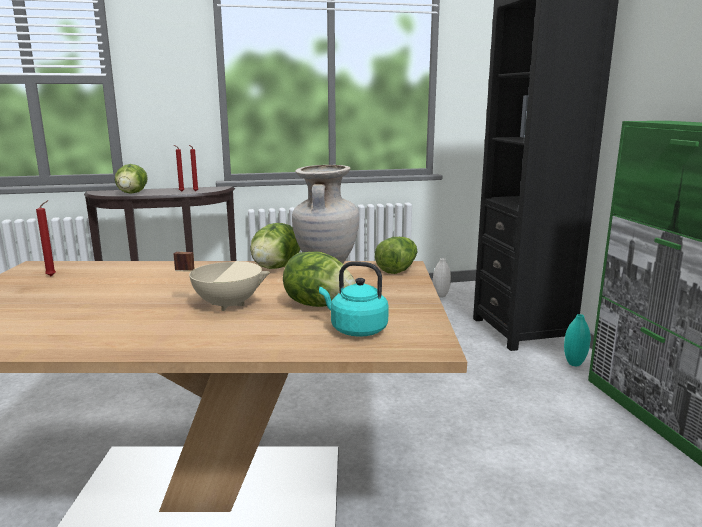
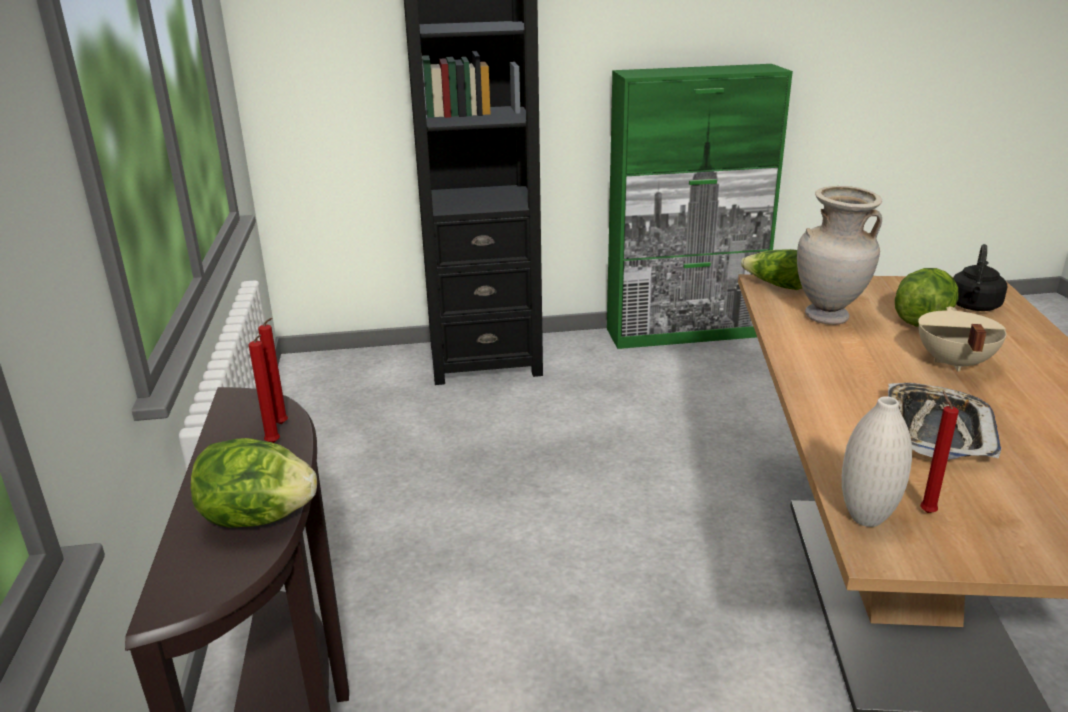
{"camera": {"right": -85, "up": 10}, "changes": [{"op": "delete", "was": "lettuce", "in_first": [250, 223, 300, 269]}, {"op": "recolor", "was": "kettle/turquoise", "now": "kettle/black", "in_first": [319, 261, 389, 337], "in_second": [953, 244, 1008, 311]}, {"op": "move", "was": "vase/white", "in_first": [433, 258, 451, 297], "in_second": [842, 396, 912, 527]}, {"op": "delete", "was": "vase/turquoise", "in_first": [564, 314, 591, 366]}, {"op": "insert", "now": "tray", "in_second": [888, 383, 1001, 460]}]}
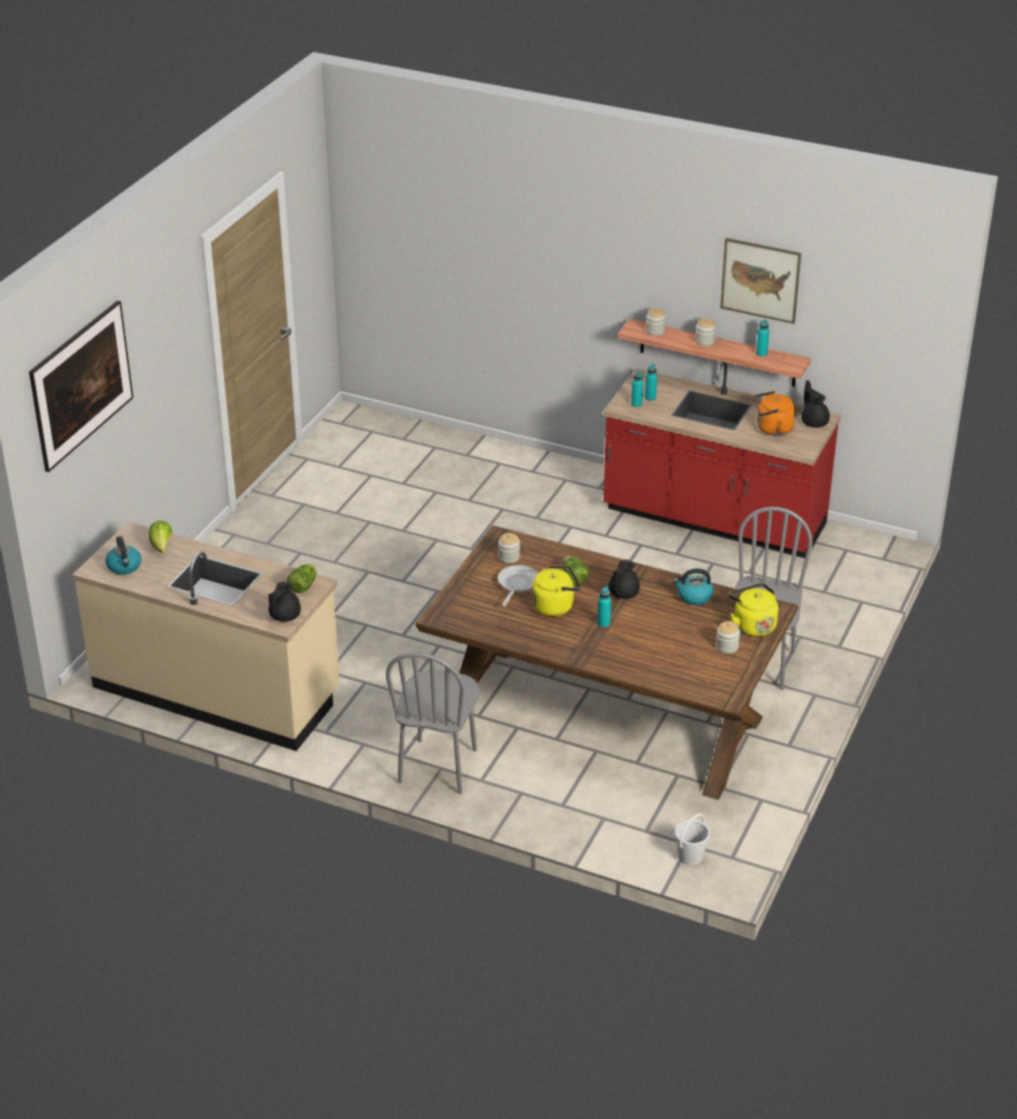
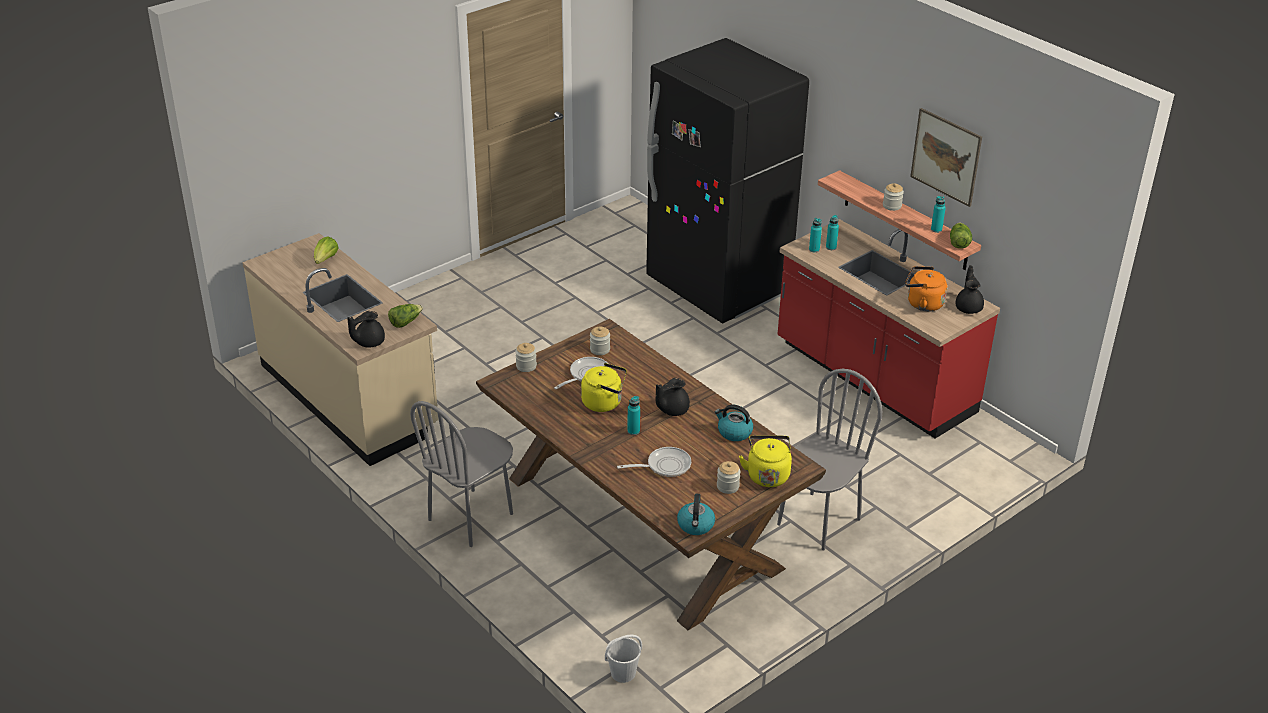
{"camera": {"right": 25, "up": 0}, "changes": [{"op": "delete", "was": "picture", "in_first": [29, 300, 133, 472]}, {"op": "move", "was": "kettle", "in_first": [105, 536, 141, 575], "in_second": [677, 494, 715, 535]}, {"op": "move", "was": "lettuce", "in_first": [562, 556, 589, 586], "in_second": [950, 222, 972, 249]}, {"op": "move", "was": "jar", "in_first": [646, 308, 666, 336], "in_second": [515, 343, 537, 372]}, {"op": "insert", "now": "frying pan", "in_second": [617, 447, 691, 477]}, {"op": "insert", "now": "fridge/black", "in_second": [646, 38, 809, 324]}]}
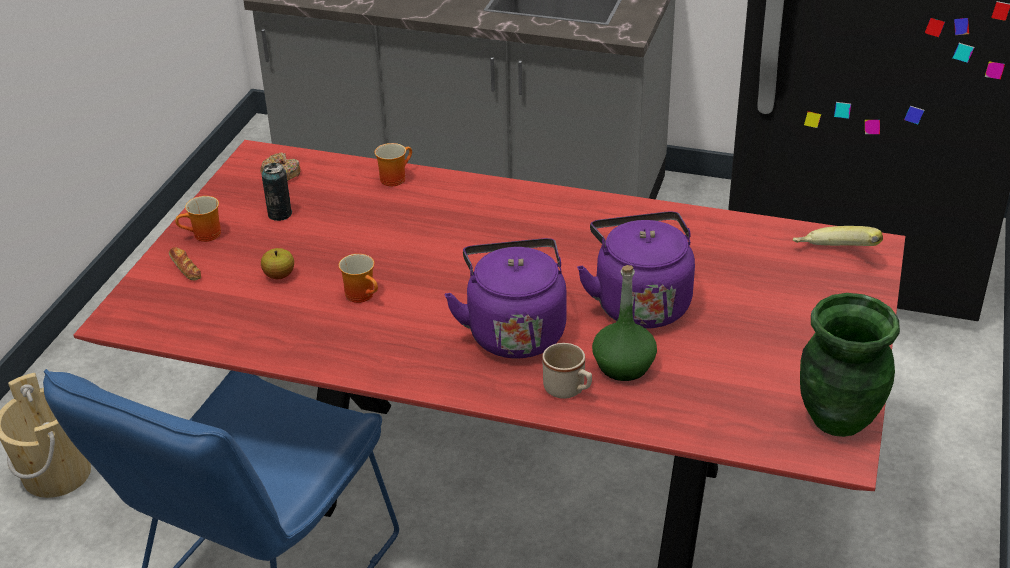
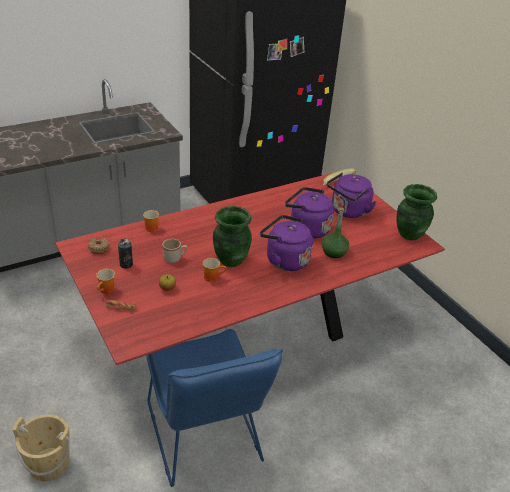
{"camera": {"right": -50, "up": 0}, "changes": [{"op": "move", "was": "mug/beige", "in_first": [542, 343, 592, 399], "in_second": [162, 239, 187, 263]}, {"op": "insert", "now": "vase/green", "in_second": [213, 206, 252, 267]}, {"op": "insert", "now": "kettle/purple", "in_second": [327, 172, 376, 218]}]}
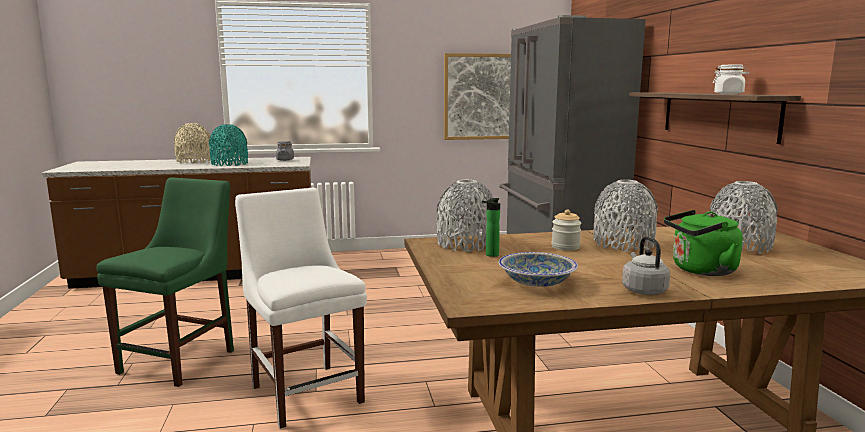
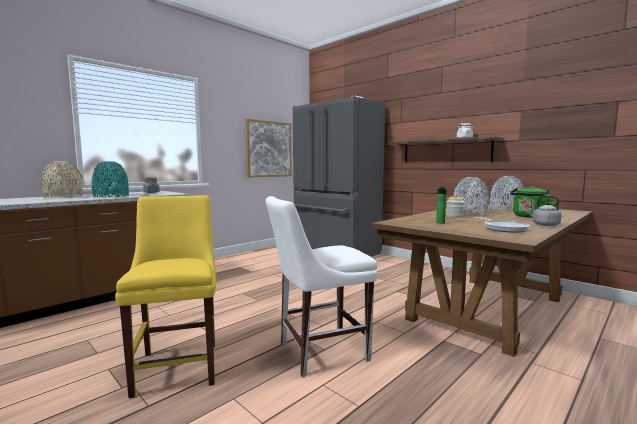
{"camera": {"right": -35, "up": -5}, "changes": [{"op": "recolor", "was": "chair/green", "now": "chair/yellow", "in_first": [96, 177, 234, 387], "in_second": [115, 195, 216, 398]}, {"op": "rotate", "was": "chair/white", "in_first": [235, 188, 367, 429], "in_second": [266, 196, 378, 377], "clockwise": -45}, {"op": "delete", "was": "vase/grey", "in_first": [436, 180, 493, 252]}, {"op": "replace", "was": "bowl", "now": "frying pan", "in_first": [499, 252, 578, 287], "in_second": [475, 217, 530, 233]}]}
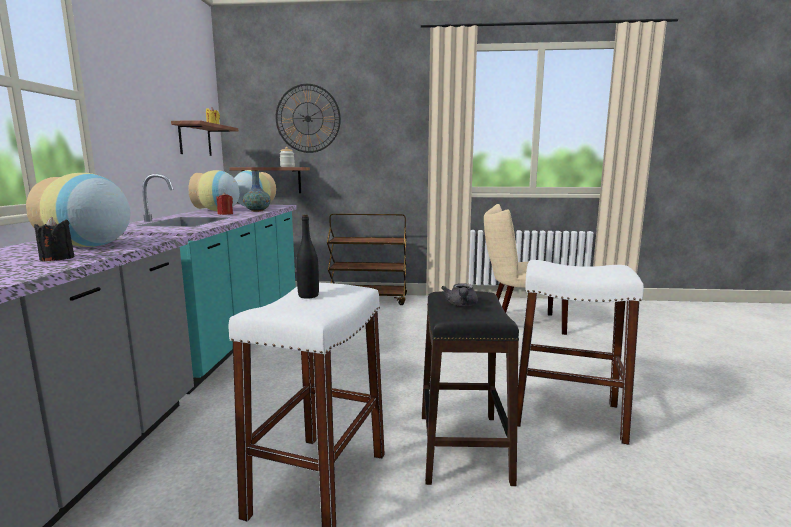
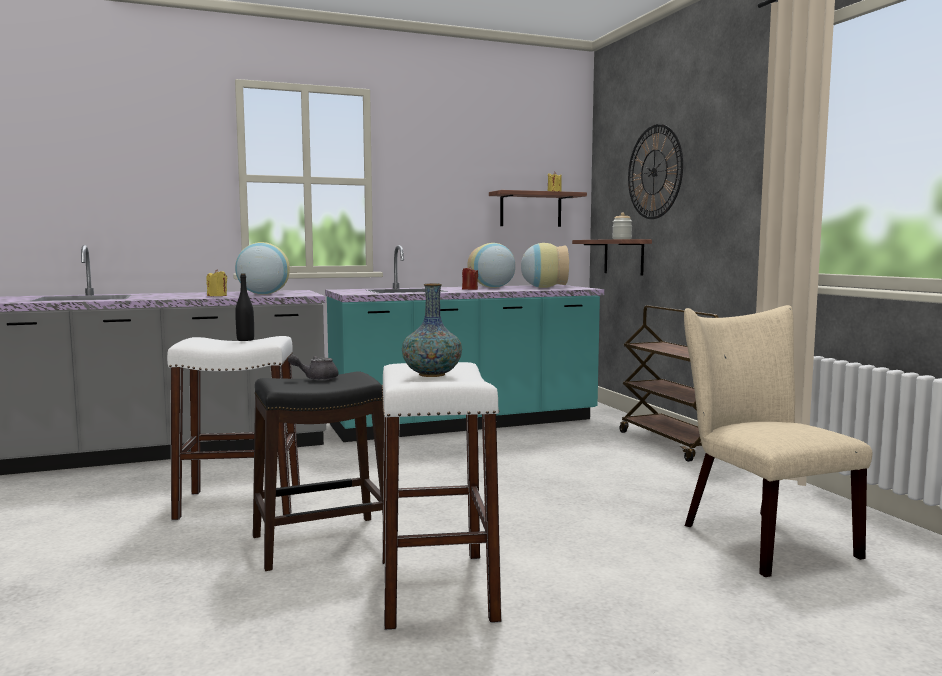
{"camera": {"right": 65, "up": -5}, "changes": [{"op": "recolor", "was": "candle/black", "now": "candle/yellow", "in_first": [34, 217, 75, 261], "in_second": [206, 269, 227, 296]}, {"op": "move", "was": "vase", "in_first": [243, 170, 271, 212], "in_second": [402, 284, 462, 377]}]}
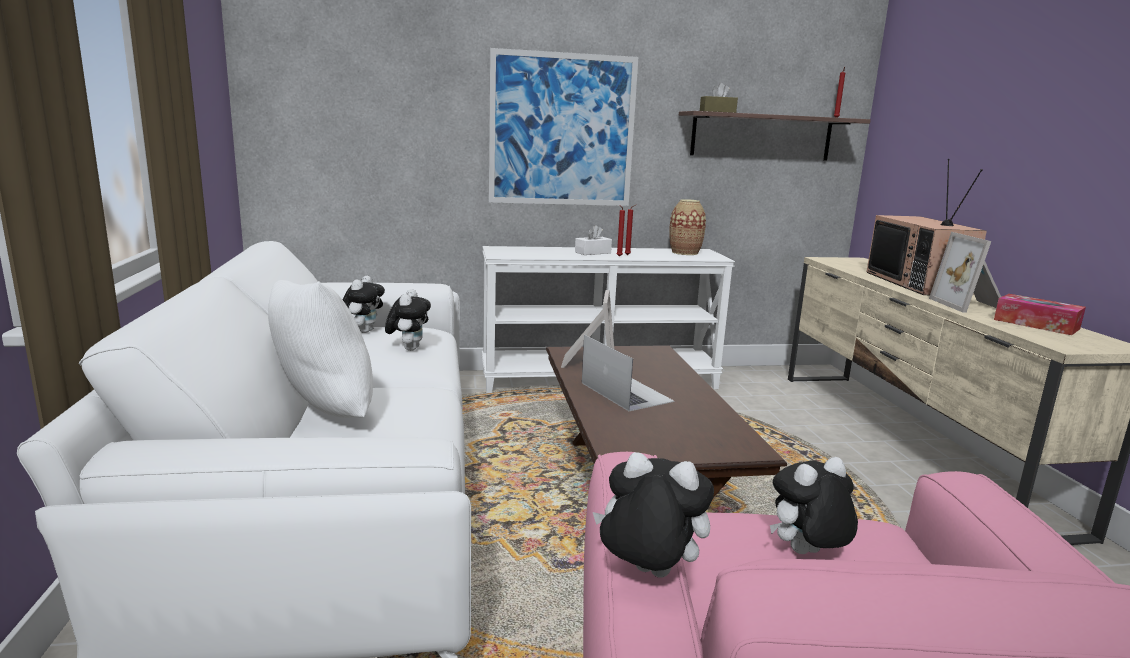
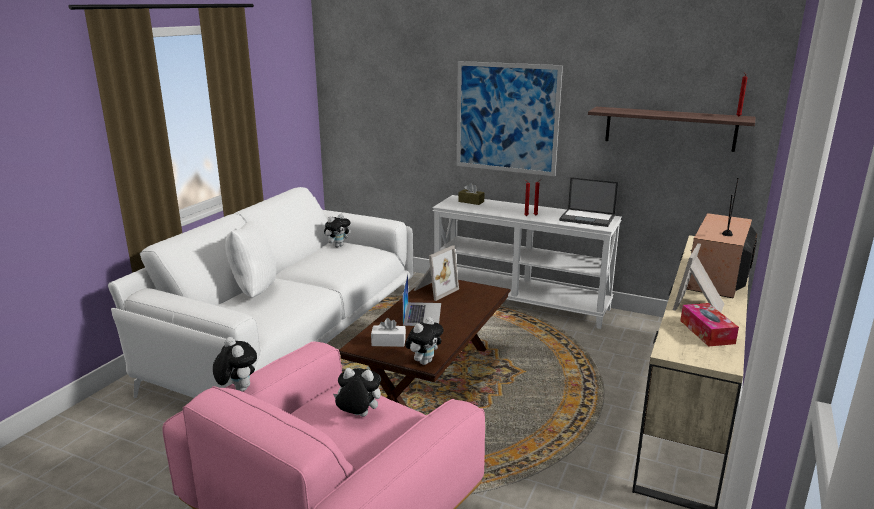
{"camera": {"right": 35, "up": 5}, "changes": [{"op": "move", "was": "plush toy", "in_first": [385, 289, 431, 351], "in_second": [405, 317, 444, 365]}, {"op": "move", "was": "tissue box/white", "in_first": [575, 225, 612, 255], "in_second": [371, 318, 406, 347]}, {"op": "replace", "was": "vase", "now": "laptop", "in_first": [669, 199, 706, 255], "in_second": [559, 177, 618, 227]}, {"op": "move", "was": "tissue box/brown", "in_first": [700, 82, 738, 113], "in_second": [458, 183, 485, 205]}]}
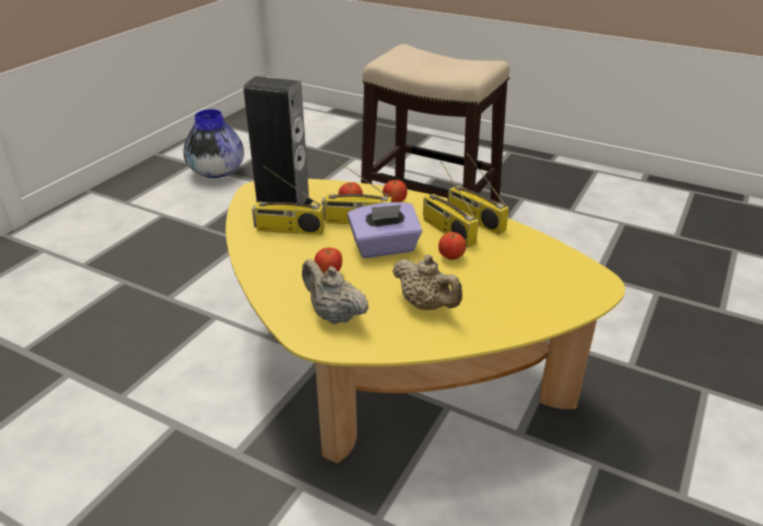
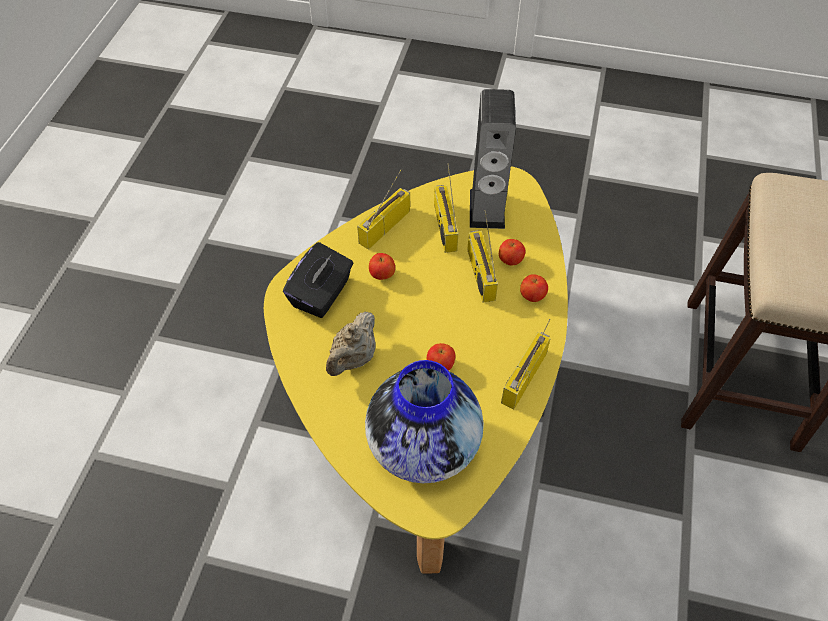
{"camera": {"right": 75, "up": 20}, "changes": [{"op": "move", "was": "vase", "in_first": [183, 109, 244, 178], "in_second": [365, 360, 484, 483]}, {"op": "replace", "was": "teapot/beige", "now": "tissue box/black", "in_first": [302, 259, 369, 324], "in_second": [283, 242, 353, 318]}, {"op": "delete", "was": "tissue box/purple", "in_first": [347, 202, 422, 258]}, {"op": "move", "was": "radio", "in_first": [423, 161, 479, 248], "in_second": [357, 169, 410, 250]}]}
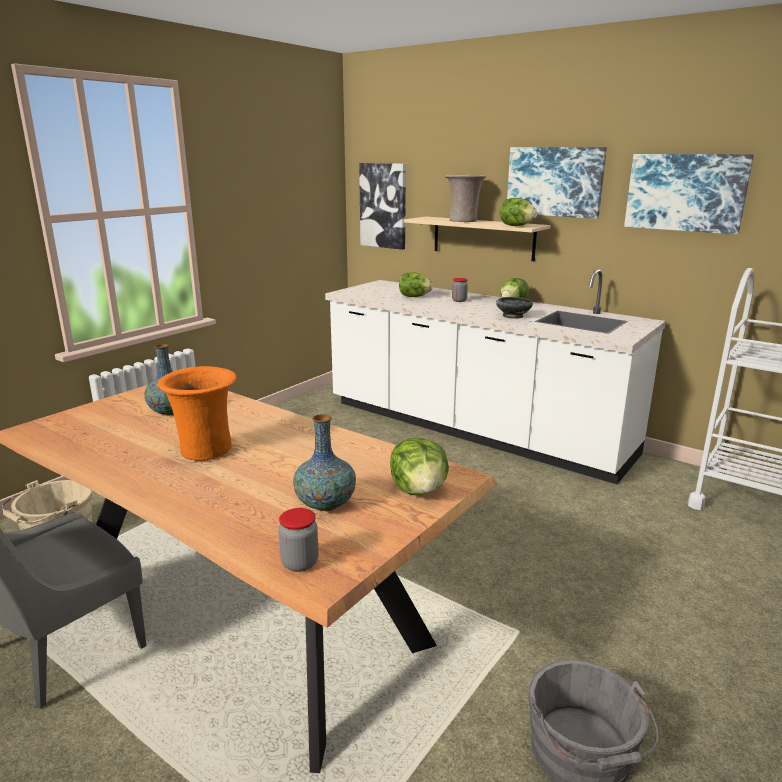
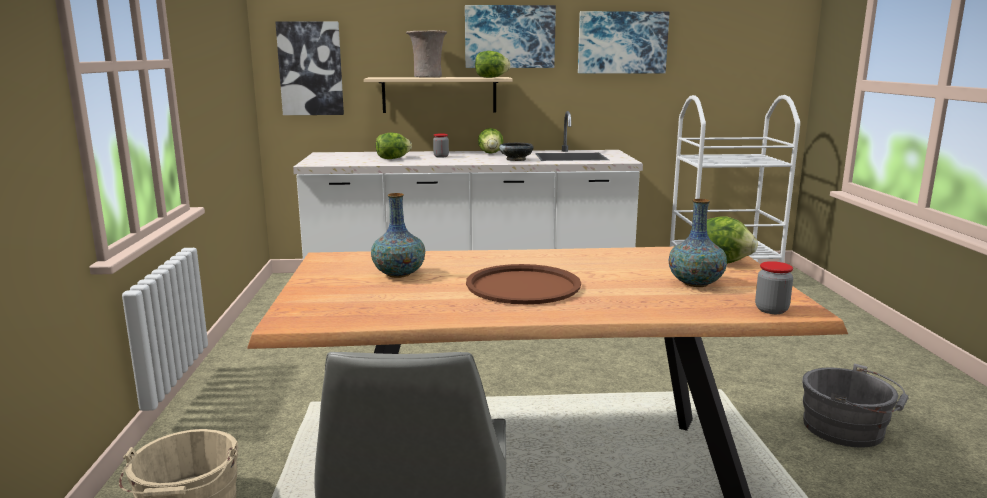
{"camera": {"right": -40, "up": -5}, "changes": [{"op": "replace", "was": "vase/orange", "now": "tray/brown", "in_first": [157, 366, 237, 461], "in_second": [466, 264, 581, 304]}]}
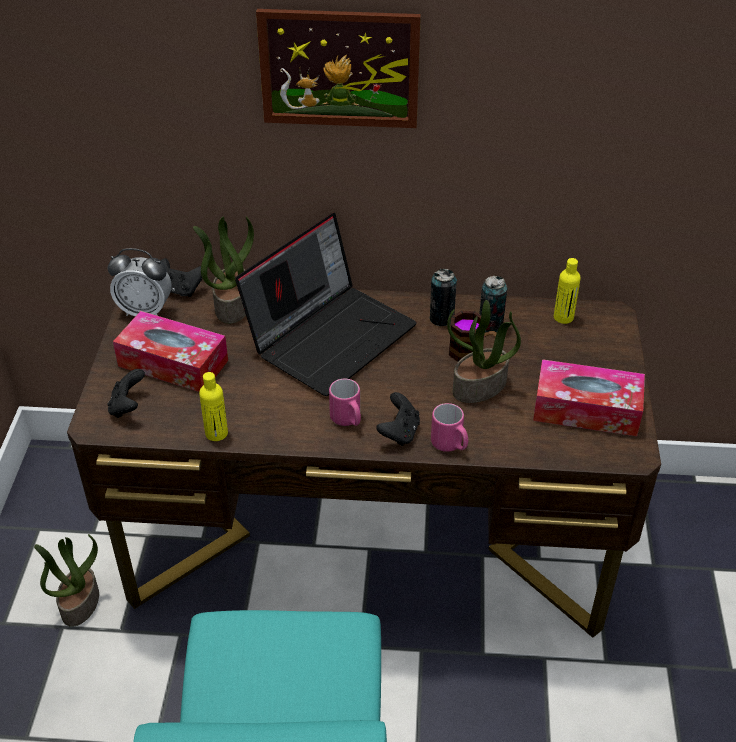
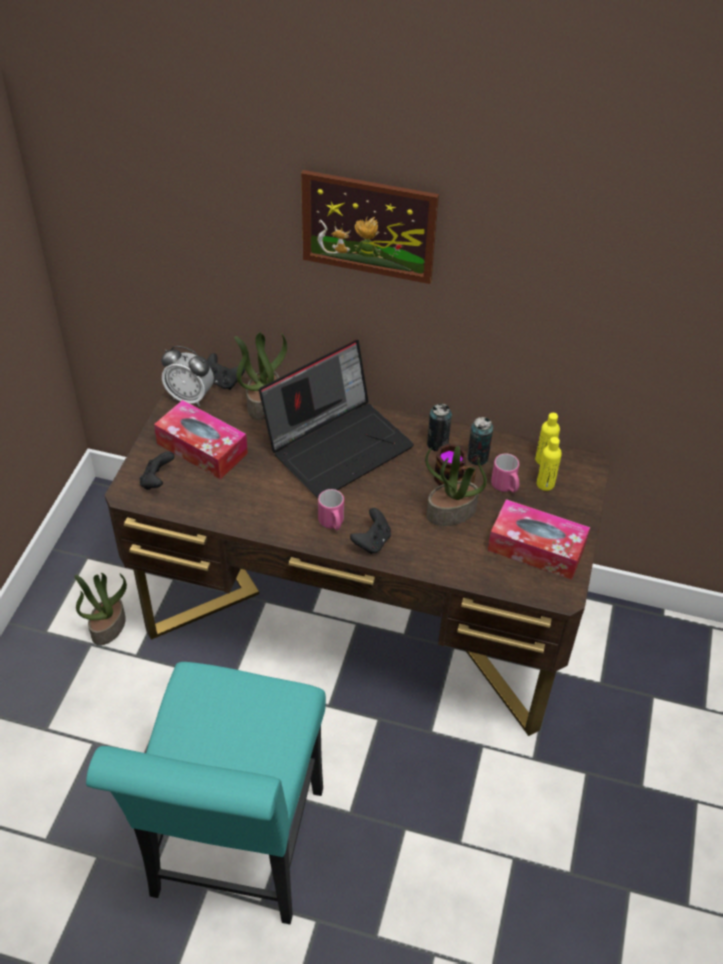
{"camera": {"right": 10, "up": 5}, "changes": [{"op": "move", "was": "bottle/yellow", "in_first": [199, 372, 228, 441], "in_second": [537, 437, 562, 491]}, {"op": "move", "was": "mug/pink", "in_first": [431, 403, 468, 452], "in_second": [491, 454, 519, 493]}]}
